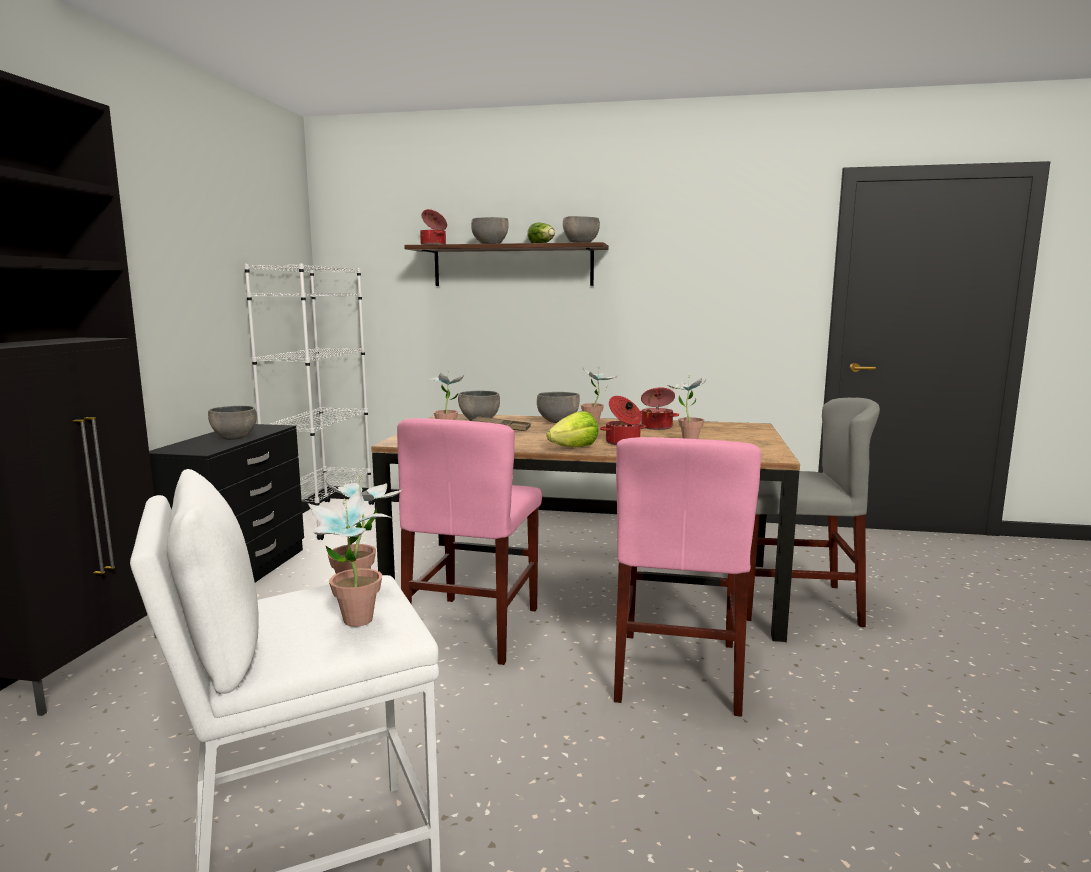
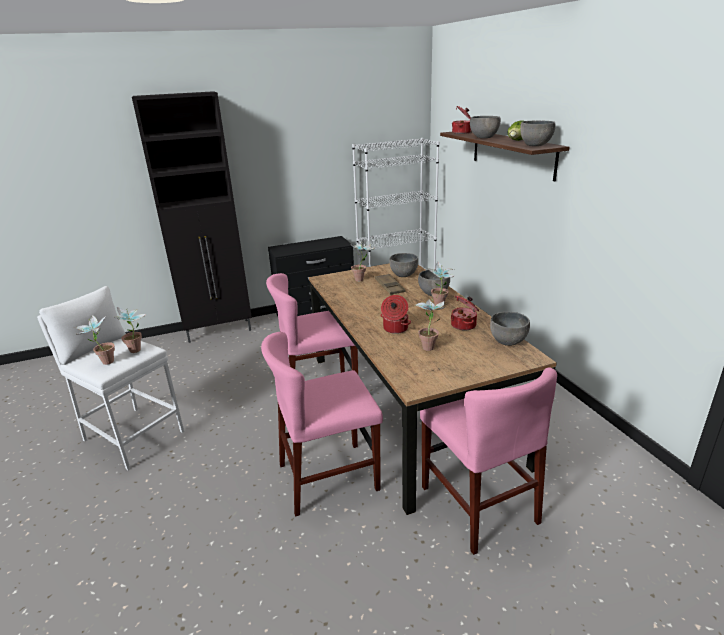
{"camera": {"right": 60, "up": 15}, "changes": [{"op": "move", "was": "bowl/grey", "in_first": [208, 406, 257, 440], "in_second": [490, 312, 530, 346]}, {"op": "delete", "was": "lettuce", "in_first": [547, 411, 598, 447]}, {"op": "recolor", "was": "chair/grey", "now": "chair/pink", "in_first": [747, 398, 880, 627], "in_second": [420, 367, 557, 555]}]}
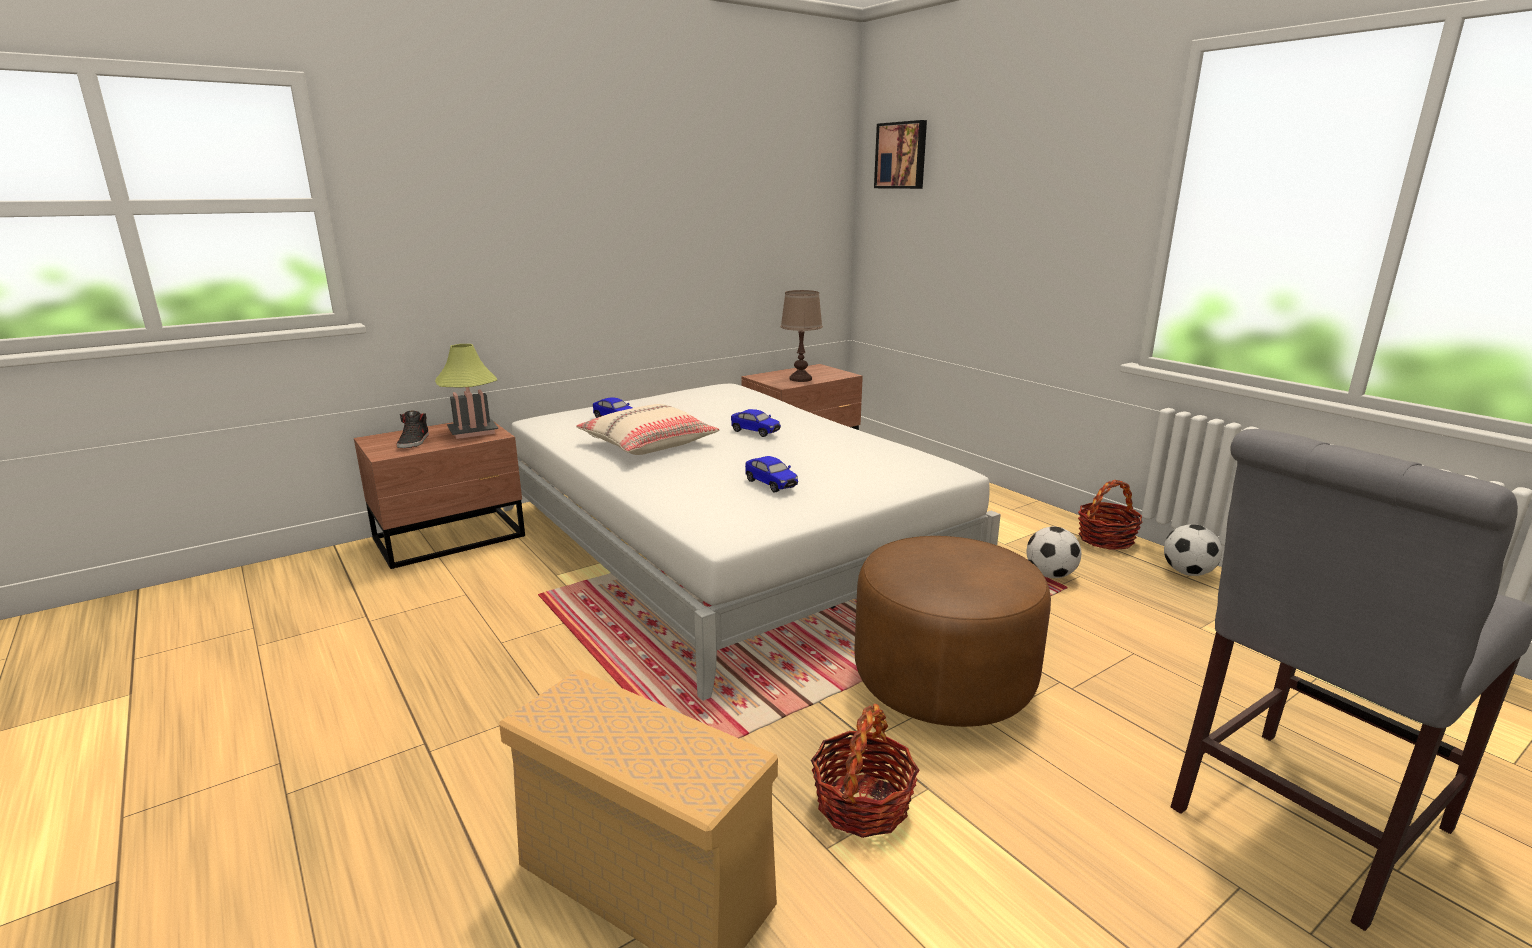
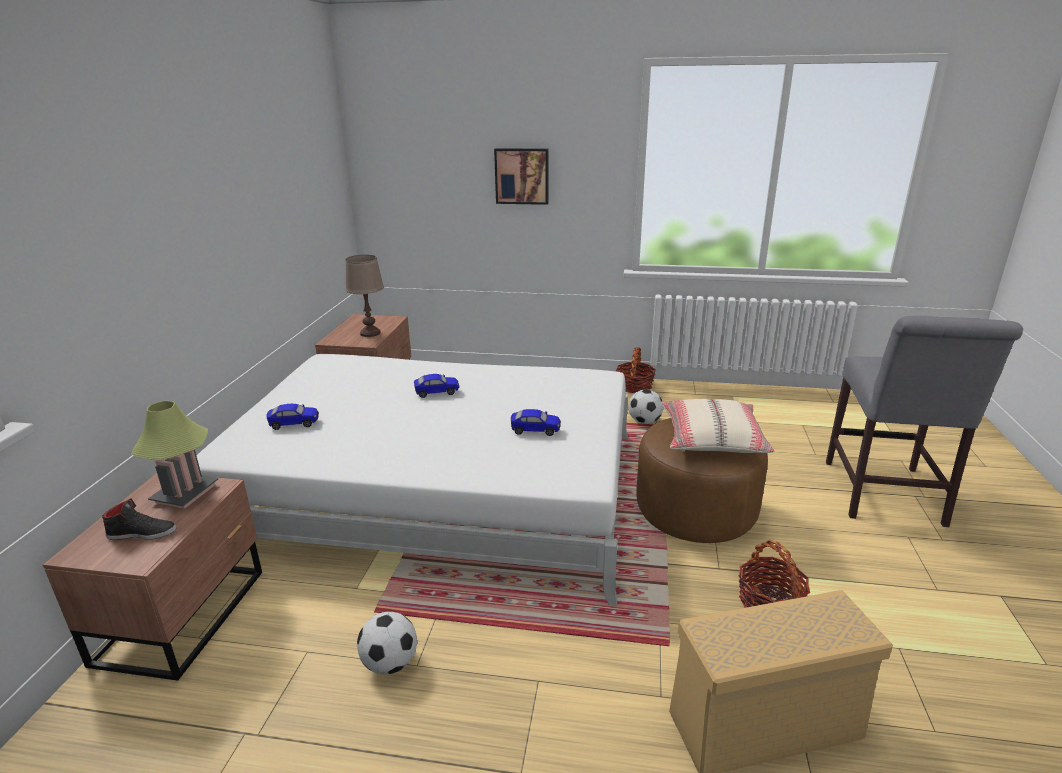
{"camera": {"right": -45, "up": 5}, "changes": [{"op": "rotate", "was": "shoe/black", "in_first": [396, 411, 429, 448], "in_second": [102, 498, 177, 540], "clockwise": -45}, {"op": "move", "was": "pillow/beige", "in_first": [576, 404, 719, 455], "in_second": [661, 399, 774, 453]}, {"op": "move", "was": "picture", "in_first": [874, 120, 927, 189], "in_second": [494, 148, 549, 205]}, {"op": "move", "was": "football", "in_first": [1164, 524, 1222, 576], "in_second": [357, 612, 417, 674]}]}
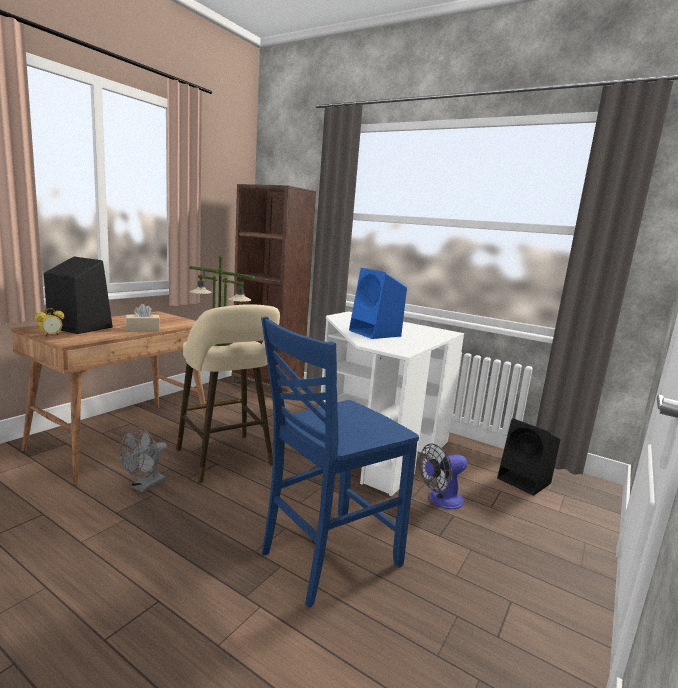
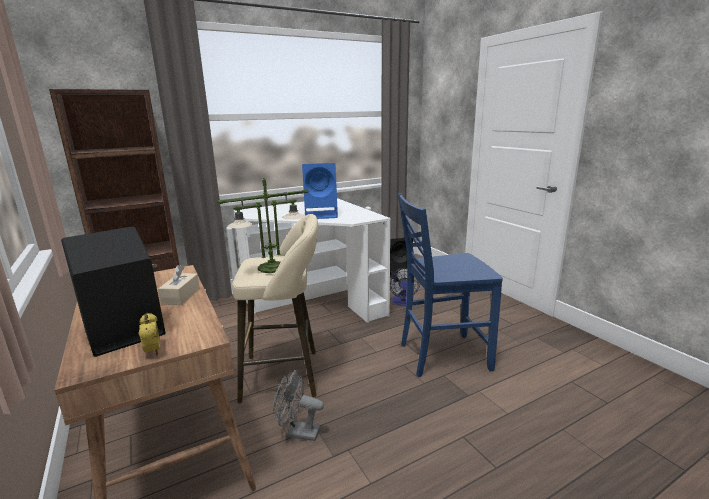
{"camera": {"right": -60, "up": 5}, "changes": [{"op": "rotate", "was": "fan/grey", "in_first": [119, 427, 167, 493], "in_second": [273, 370, 324, 441], "clockwise": 135}, {"op": "rotate", "was": "chair/blue", "in_first": [261, 316, 419, 608], "in_second": [398, 193, 503, 377], "clockwise": 90}]}
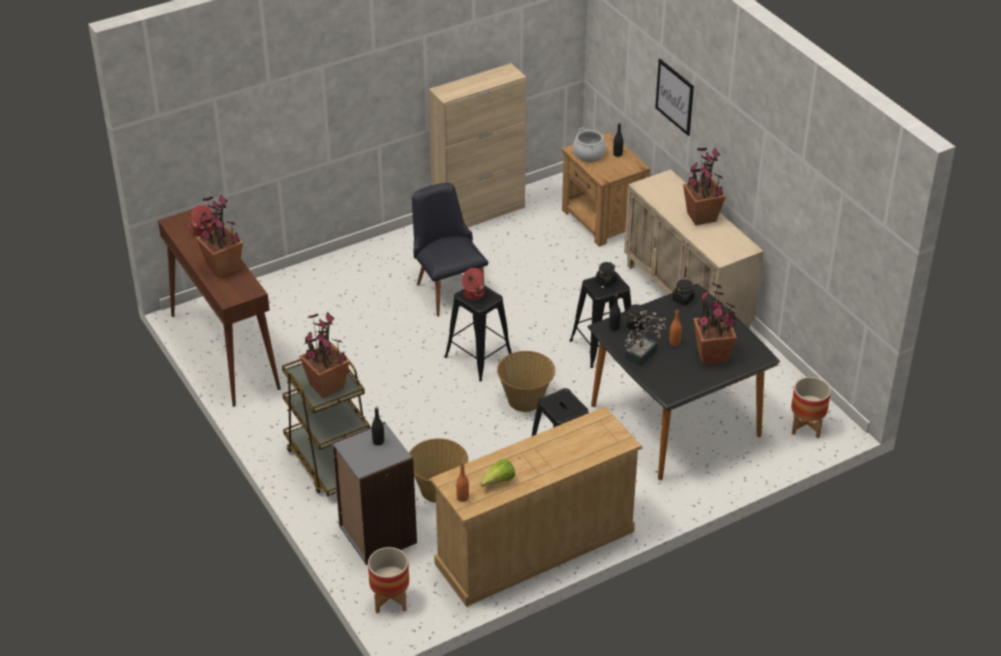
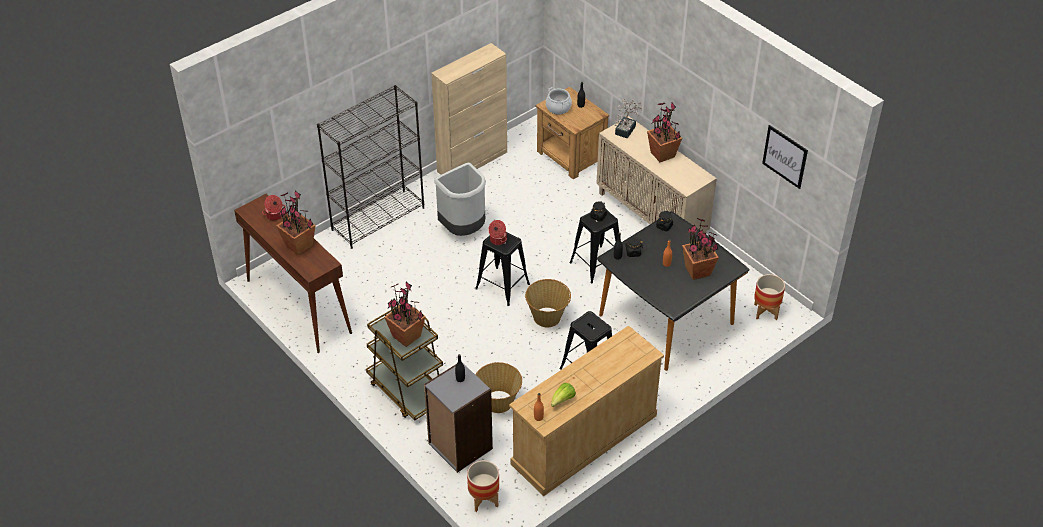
{"camera": {"right": -10, "up": 5}, "changes": [{"op": "replace", "was": "chair/black", "now": "trash can/grey", "in_first": [412, 183, 488, 317], "in_second": [434, 163, 486, 236]}, {"op": "move", "was": "potted plant", "in_first": [625, 310, 666, 366], "in_second": [615, 99, 642, 138]}, {"op": "move", "was": "picture", "in_first": [655, 59, 694, 136], "in_second": [762, 125, 808, 189]}, {"op": "insert", "now": "bookcase/black", "in_second": [317, 85, 424, 249]}]}
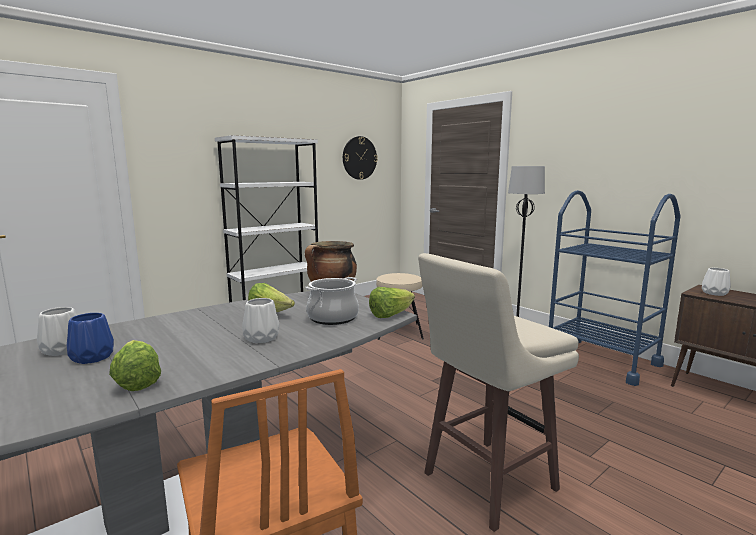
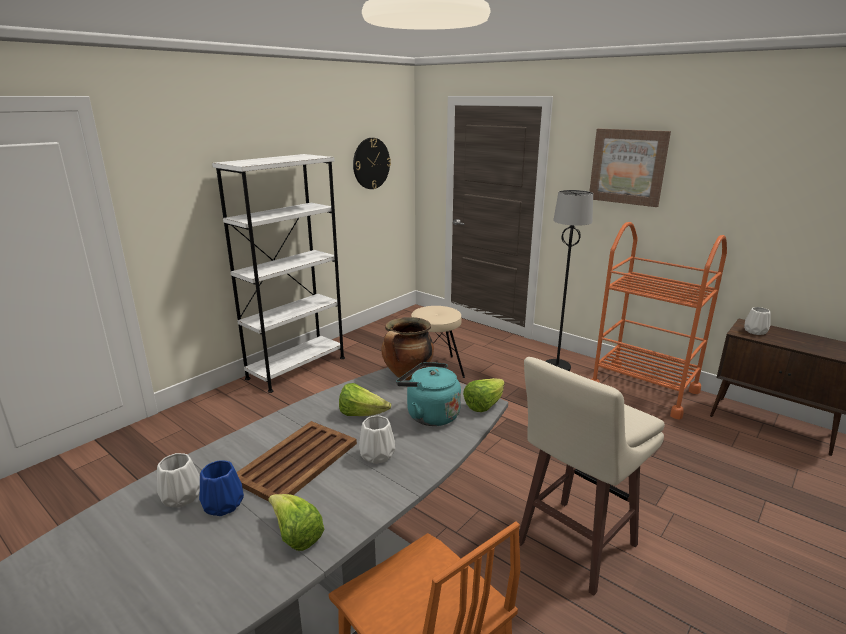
{"camera": {"right": -10, "up": 10}, "changes": [{"op": "replace", "was": "cooking pot", "now": "kettle/turquoise", "in_first": [305, 277, 359, 325], "in_second": [396, 362, 461, 426]}, {"op": "recolor", "was": "cart/blue", "now": "cart/orange", "in_first": [549, 190, 681, 386], "in_second": [591, 222, 727, 420]}, {"op": "insert", "now": "tray/brown", "in_second": [236, 421, 357, 502]}, {"op": "insert", "now": "picture", "in_second": [589, 129, 671, 207]}]}
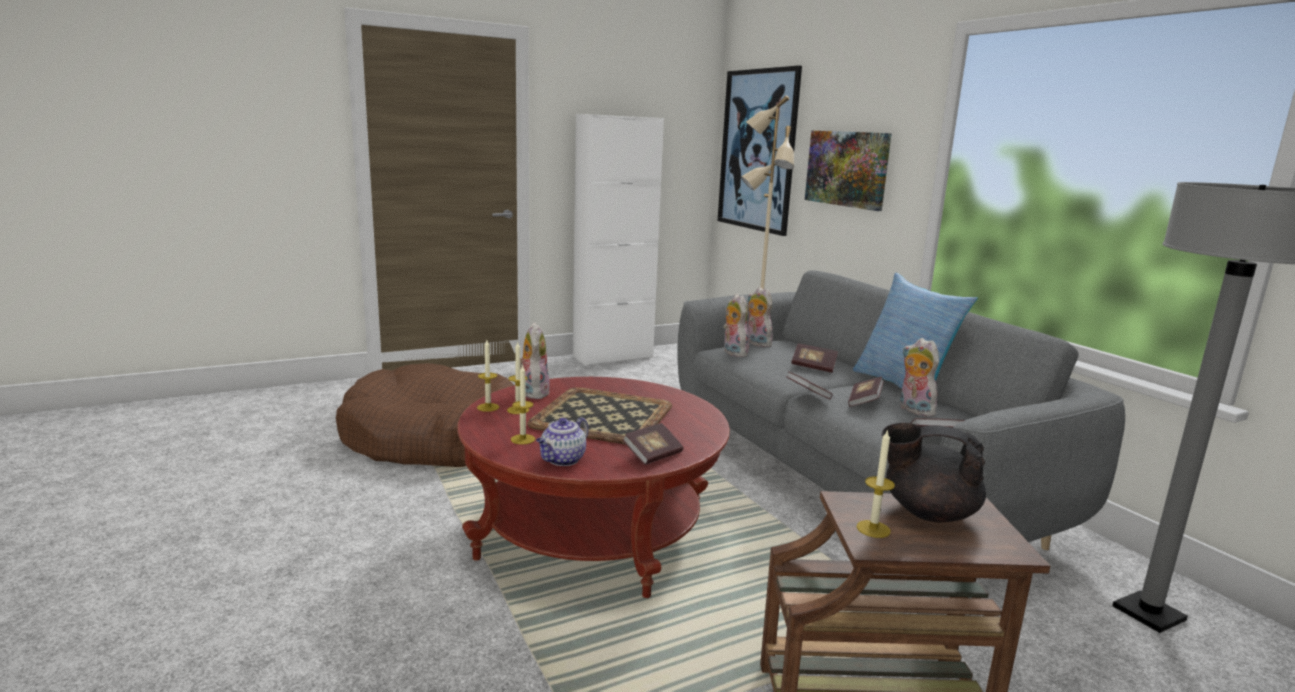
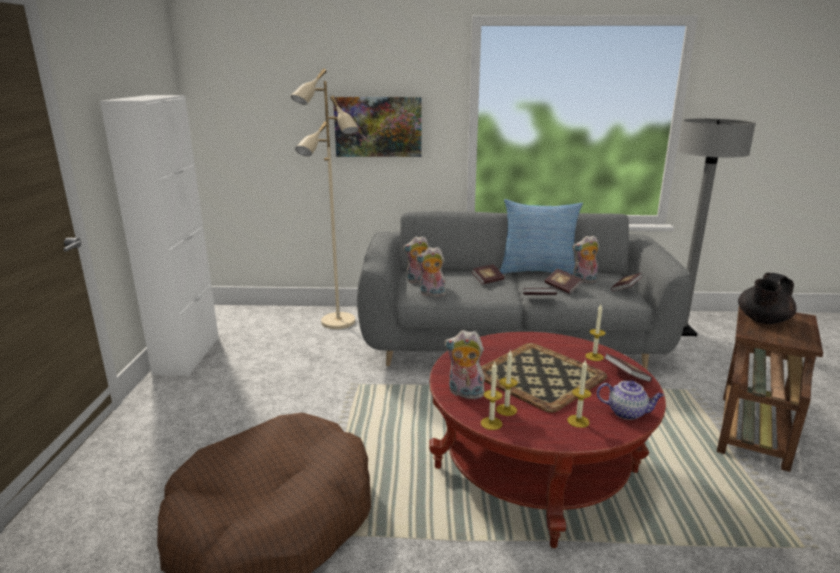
{"camera": {"right": -60, "up": 5}, "changes": [{"op": "rotate", "was": "teapot", "in_first": [536, 418, 589, 466], "in_second": [597, 380, 664, 420], "clockwise": -45}, {"op": "delete", "was": "picture", "in_first": [718, 66, 802, 236]}, {"op": "move", "was": "candle", "in_first": [857, 429, 895, 538], "in_second": [585, 305, 605, 361]}]}
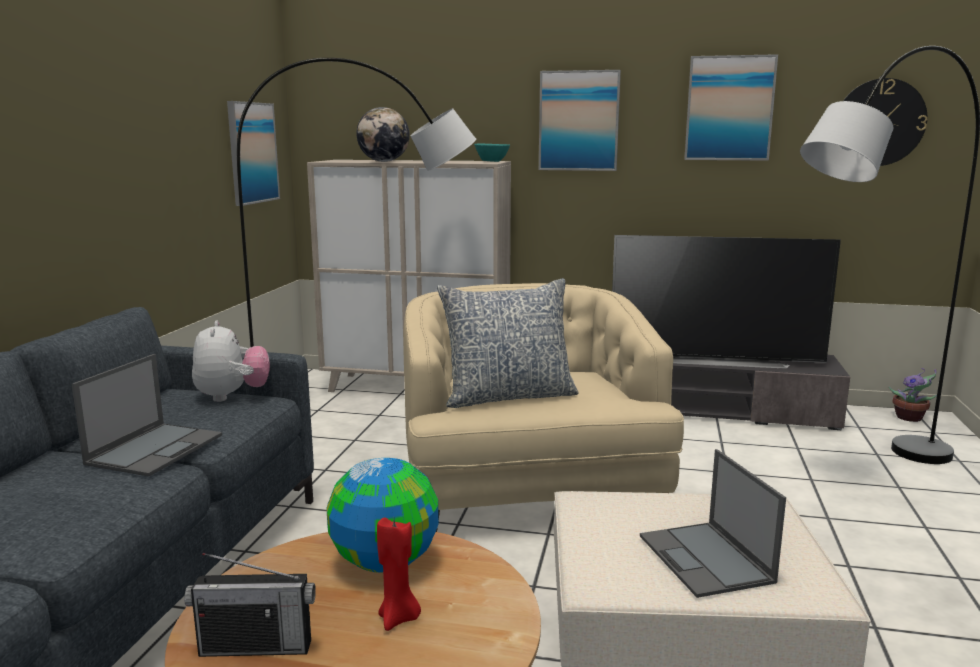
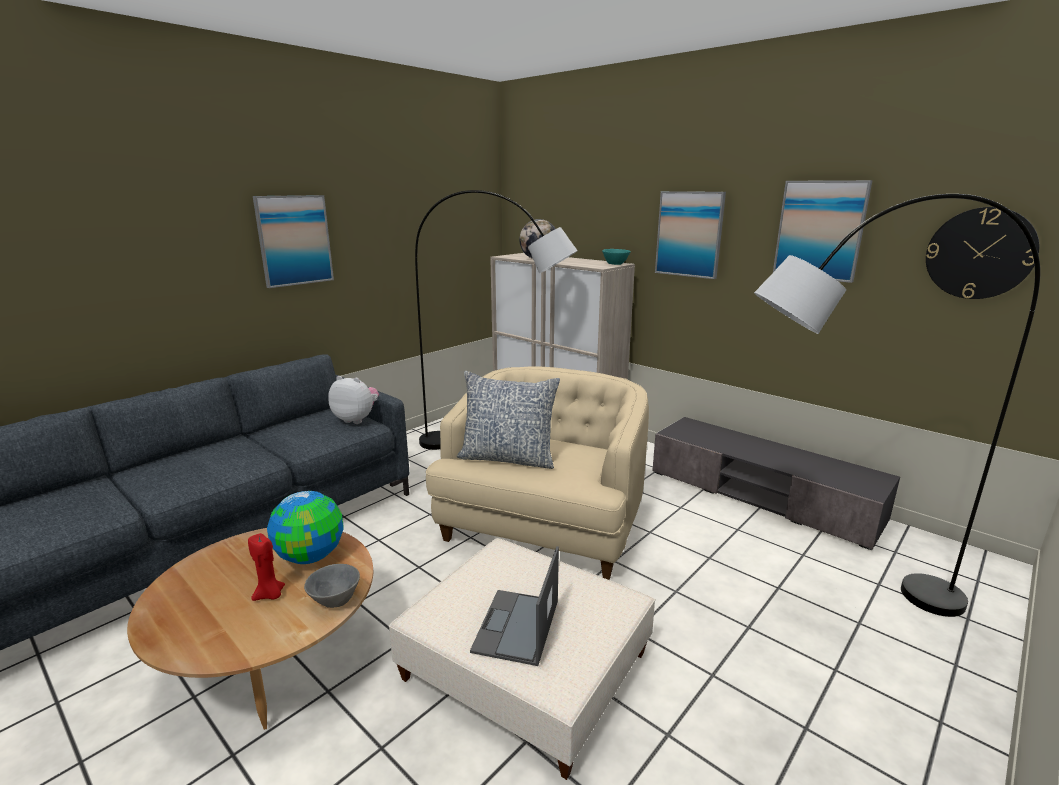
{"camera": {"right": 30, "up": 5}, "changes": [{"op": "delete", "was": "laptop", "in_first": [72, 354, 222, 477]}, {"op": "delete", "was": "radio", "in_first": [184, 553, 316, 657]}, {"op": "rotate", "was": "plush toy", "in_first": [192, 321, 270, 402], "in_second": [328, 376, 379, 424], "clockwise": -90}, {"op": "move", "was": "picture", "in_first": [227, 101, 280, 206], "in_second": [253, 195, 334, 288]}, {"op": "delete", "was": "television", "in_first": [612, 235, 841, 369]}, {"op": "delete", "was": "potted plant", "in_first": [889, 368, 937, 422]}, {"op": "insert", "now": "bowl/grey", "in_second": [304, 564, 360, 608]}]}
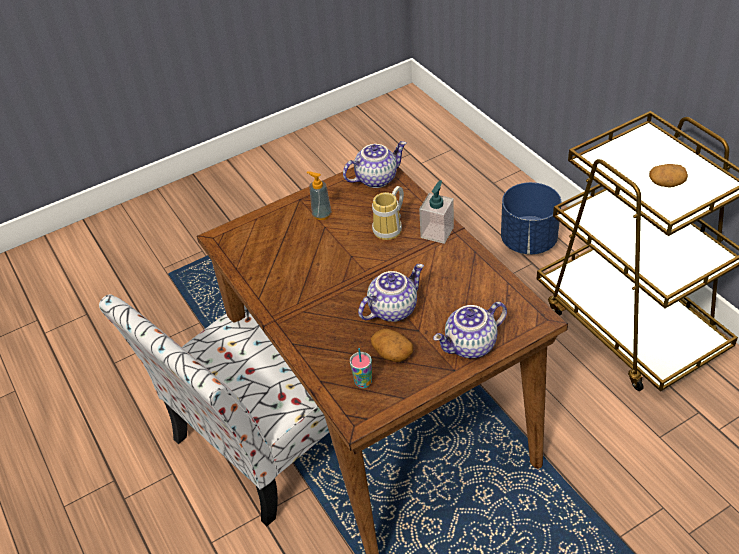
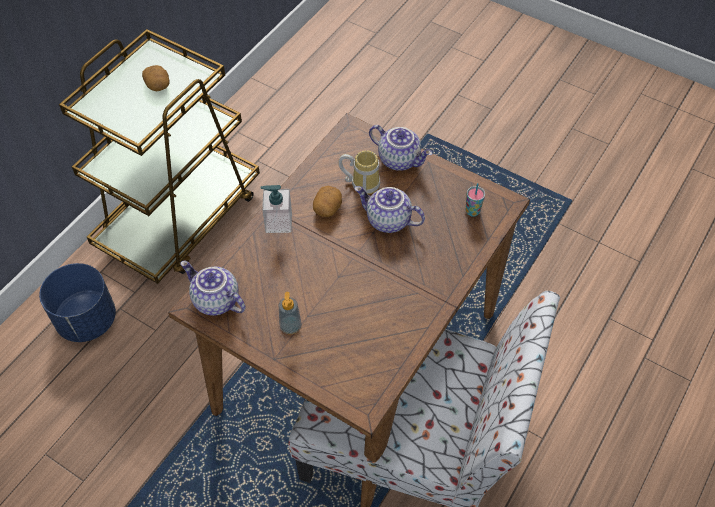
{"camera": {"right": -120, "up": 10}, "changes": [{"op": "move", "was": "potato", "in_first": [371, 329, 413, 362], "in_second": [313, 186, 342, 217]}, {"op": "move", "was": "mug", "in_first": [372, 186, 404, 240], "in_second": [338, 150, 380, 194]}]}
